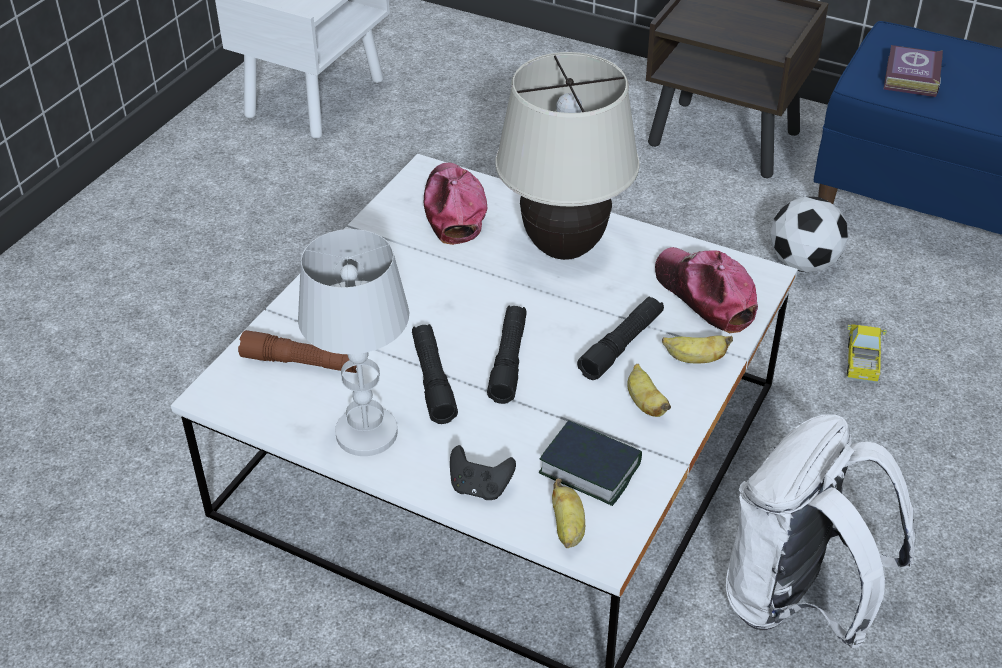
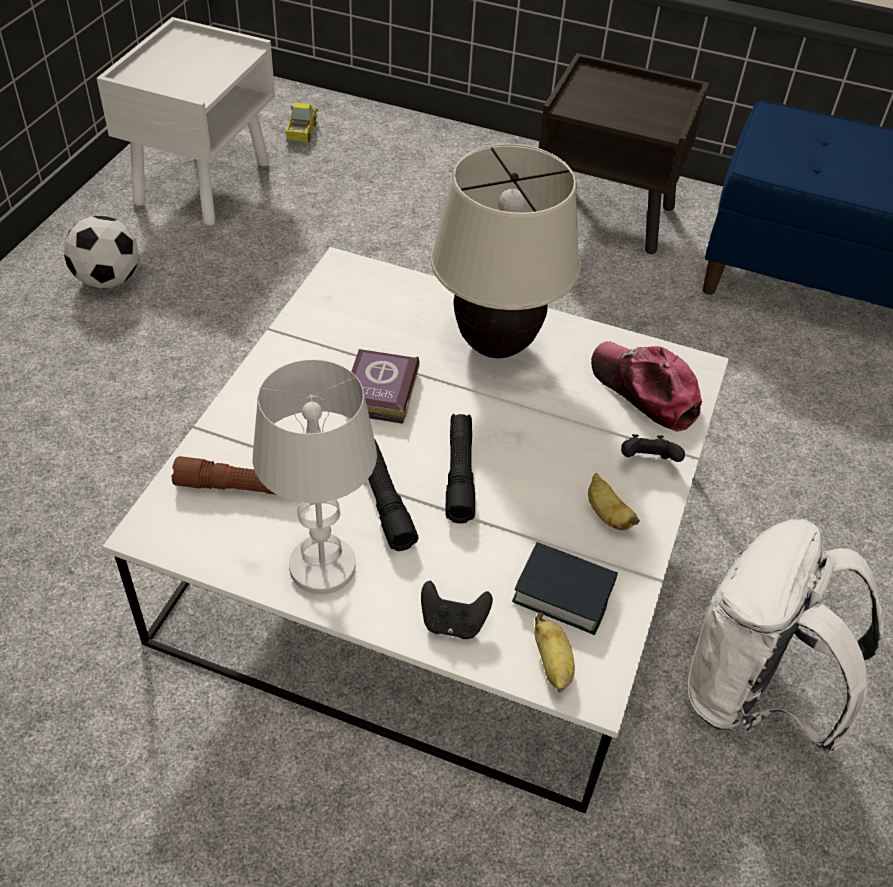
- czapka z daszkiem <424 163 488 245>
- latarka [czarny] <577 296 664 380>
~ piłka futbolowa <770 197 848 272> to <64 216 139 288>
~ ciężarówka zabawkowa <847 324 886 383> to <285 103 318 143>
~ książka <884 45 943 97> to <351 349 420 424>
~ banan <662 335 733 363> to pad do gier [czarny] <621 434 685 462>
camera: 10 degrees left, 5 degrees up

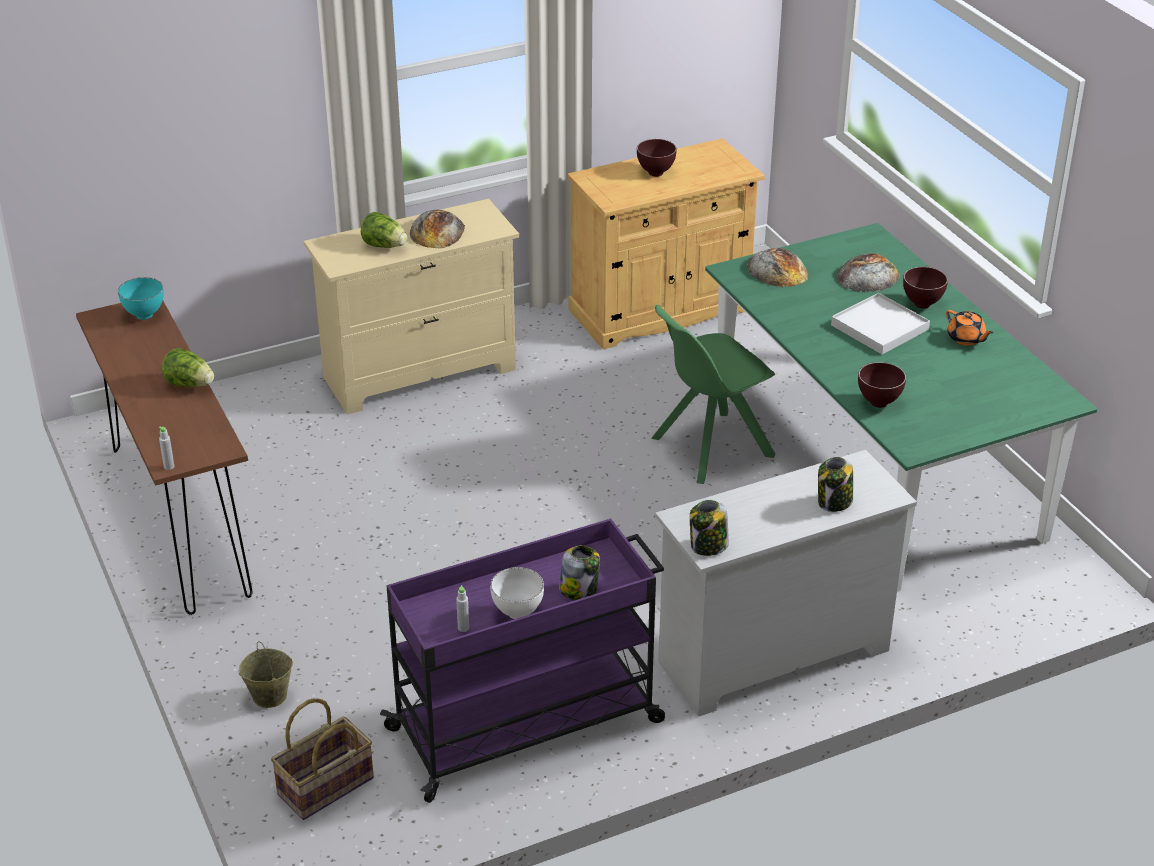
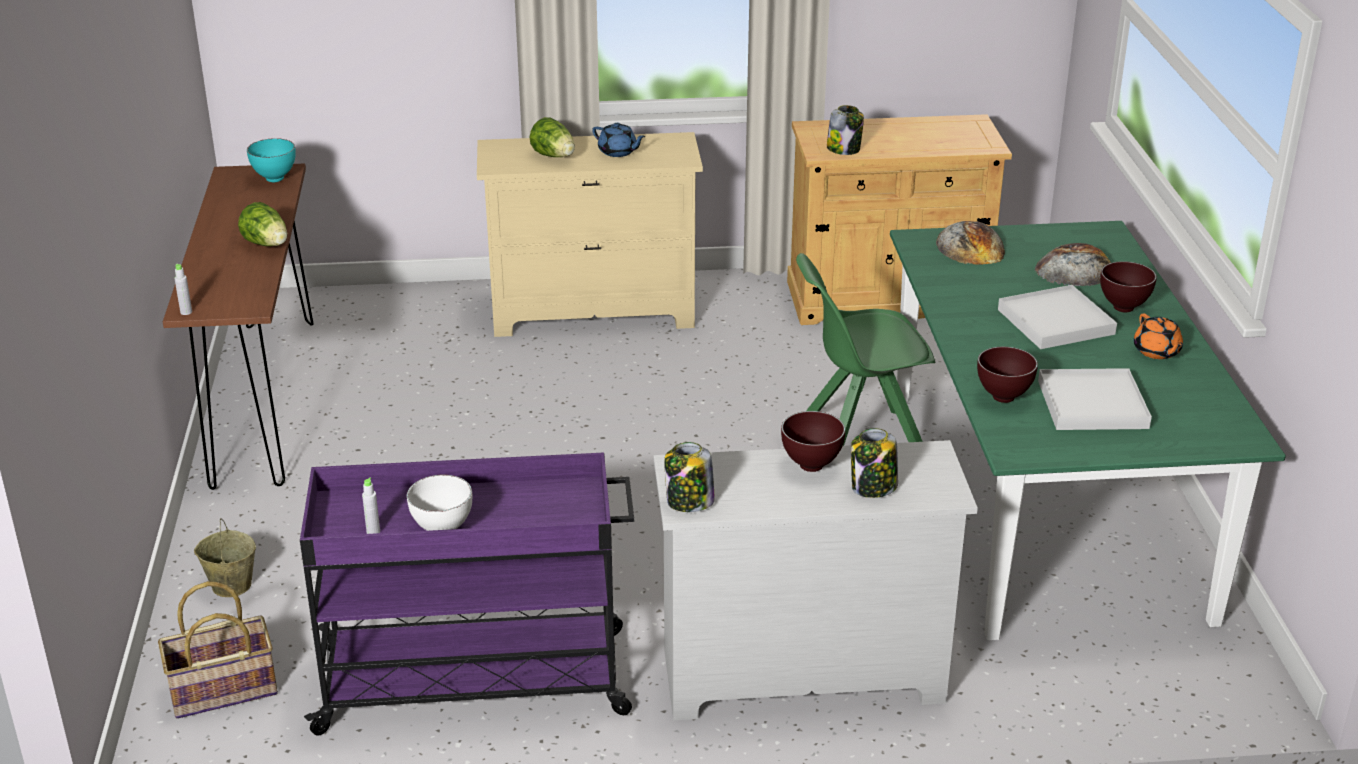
+ taca [biały] <1038 368 1152 430>
~ słoik <559 545 600 600> to <827 105 864 155>
~ miska [brązowy] <637 139 677 177> to <781 411 845 472>
~ chleb <410 210 465 248> to imbryk [niebieski] <592 123 646 157>
camera: 20 degrees right, 5 degrees down

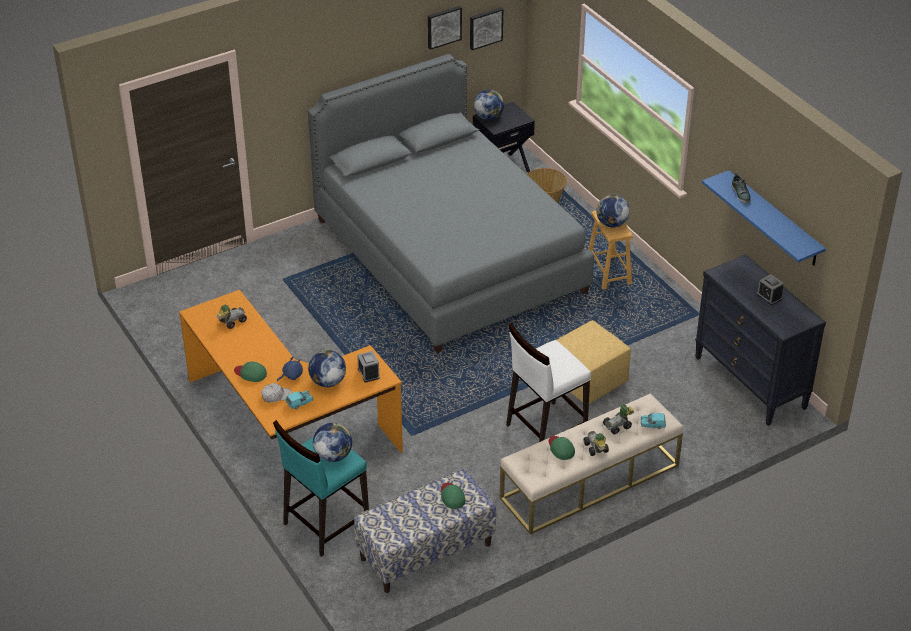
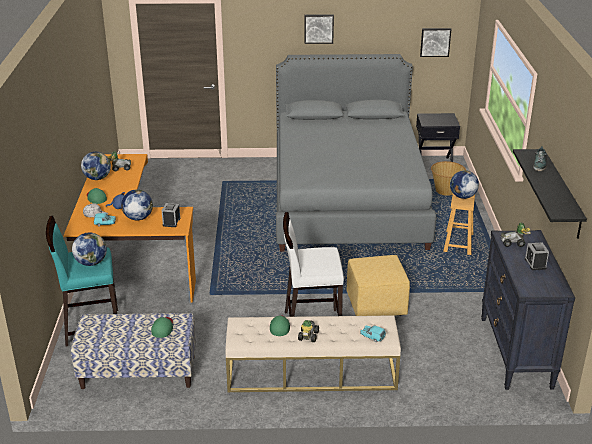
~ obraz <428 6 462 50> to <304 14 334 44>
~ globus <474 90 504 120> to <81 152 111 180>
~ samochodzik <603 404 634 434> to <501 222 531 247>
~ półka [niebieski] <702 170 826 266> to półka [czarny] <513 149 587 239>
camera: 30 degrees right, 10 degrees down

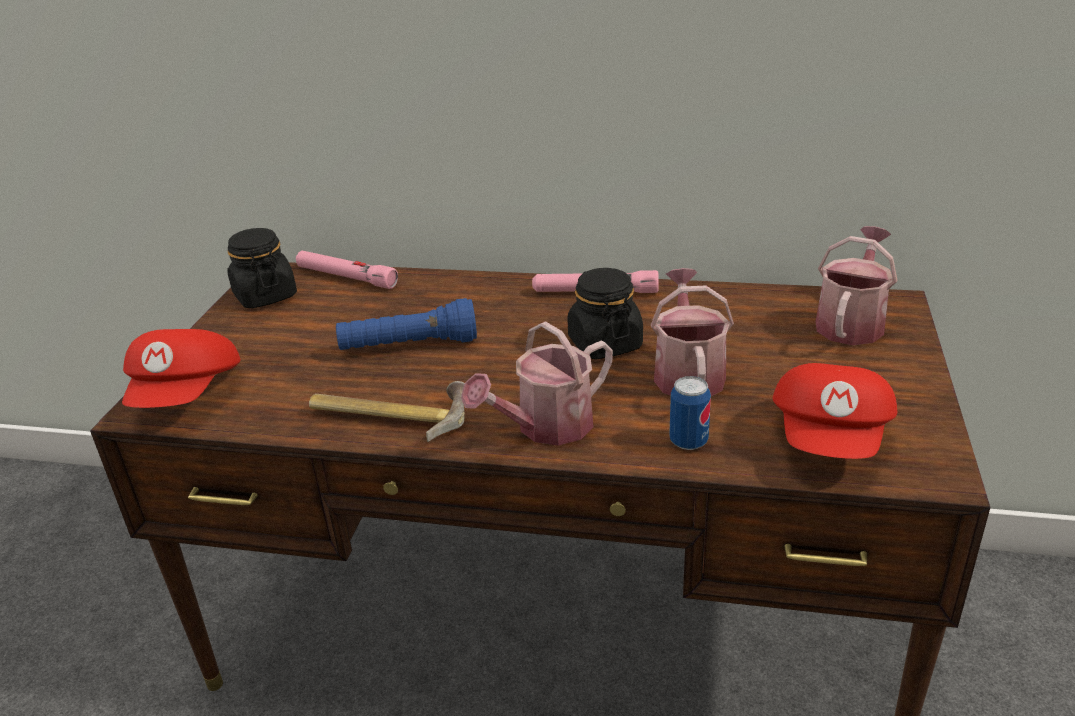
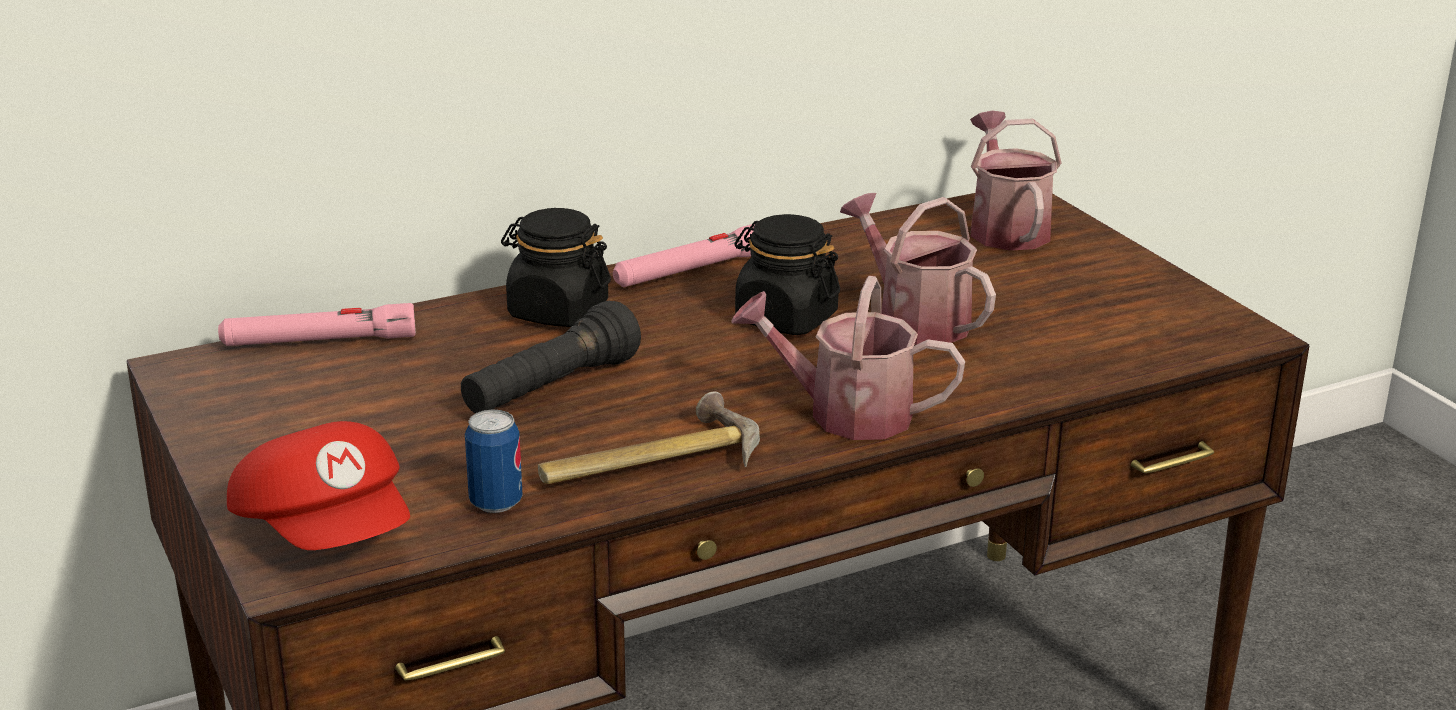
- czapka z daszkiem [czerwony] <773 363 897 459>
~ słoik [czarny] <227 228 297 308> to <501 208 611 327>
~ puszka <669 376 711 450> to <465 409 523 513>
~ latarka [niebieski] <336 298 477 350> to latarka [czarny] <461 301 641 413>
~ konewka <461 321 613 446> = <731 276 965 440> 90 degrees clockwise
camera: 40 degrees left, 5 degrees down

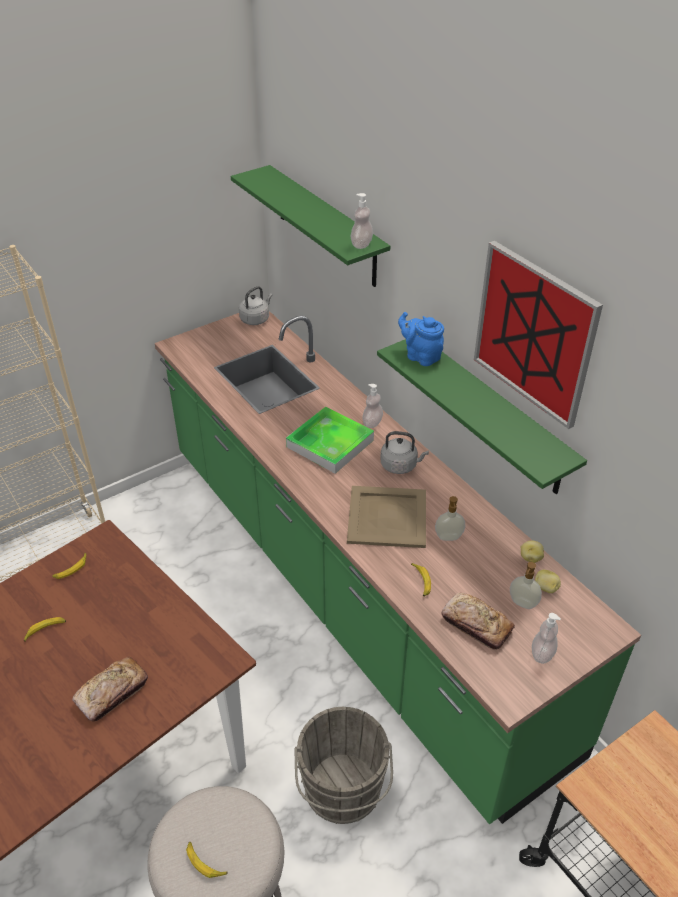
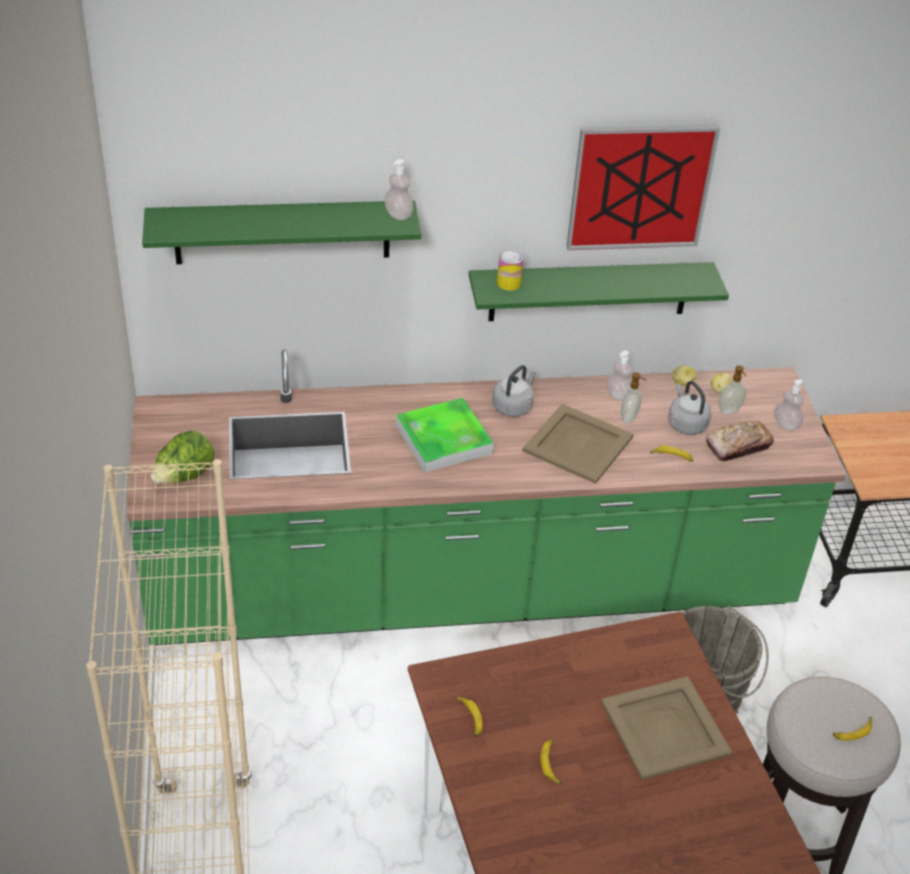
+ sałata <151 431 214 484>
~ czajnik [szary] <239 286 272 325> to <668 381 711 435>
~ dozownik mydła <362 384 383 428> to <607 350 632 401>
~ chleb <72 656 148 722> to taca [beżowy] <601 677 732 780>
~ imbryk [niebieski] <398 312 444 366> to puszka <497 250 524 291>
camera: 65 degrees left, 0 degrees up

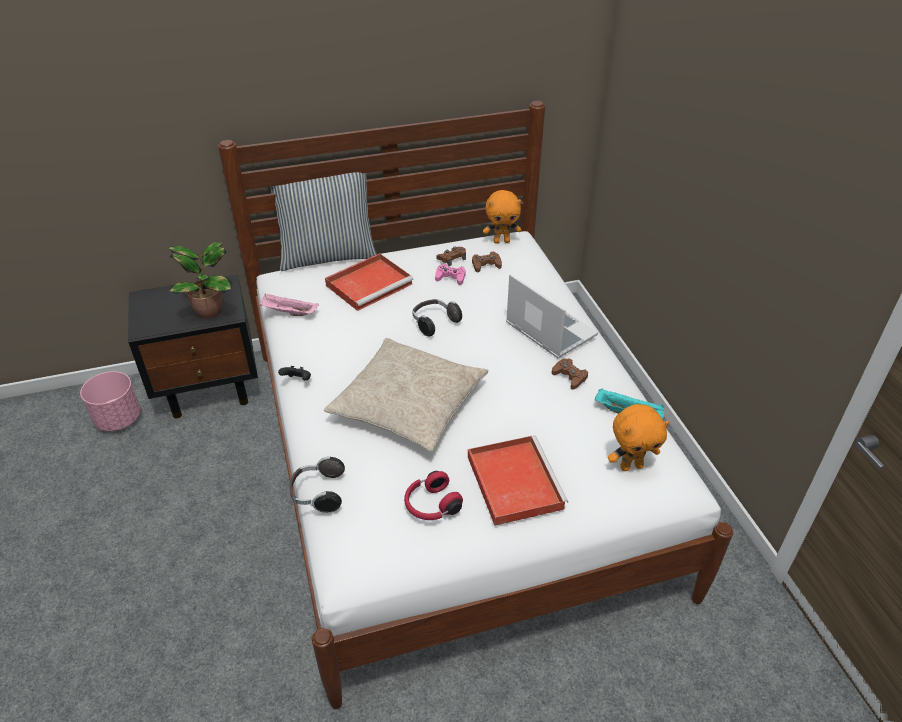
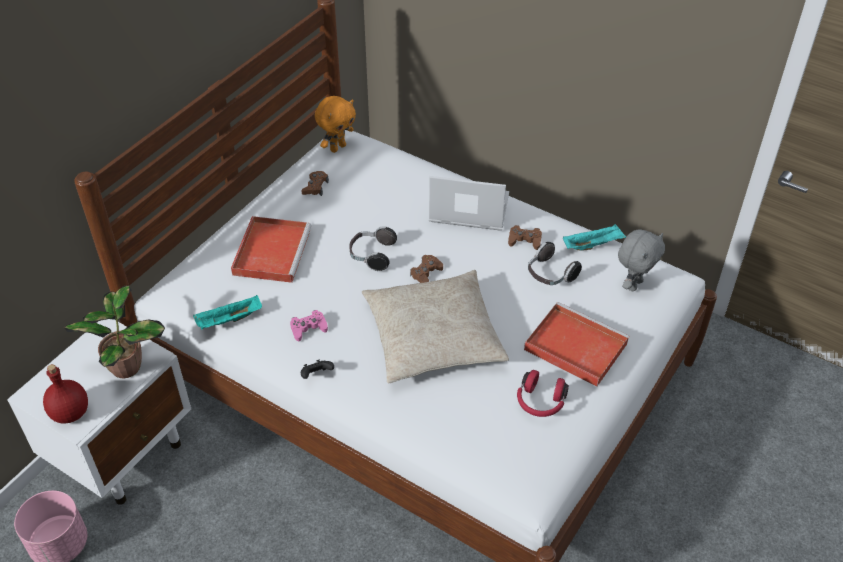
- poduszka <270 172 377 271>
+ butelka [czerwony] <43 364 88 424>
~ słuchawki <289 456 345 513> to <528 242 582 285>
~ pad do gier [różowy] <435 264 466 285> to <290 310 328 341>
~ pad do gier [brązowy] <472 252 502 272> to <410 255 443 283>
~ szafka nocna [czarny] <128 275 258 419> to szafka nocna [biały] <7 319 191 505>
~ taca [różowy] <259 294 319 316> to taca [turkusowy] <193 295 262 329>
~ pluszak [pomarańczowy] <608 404 670 471> to pluszak [szary] <618 229 665 291>
camera: 40 degrees left, 5 degrees up

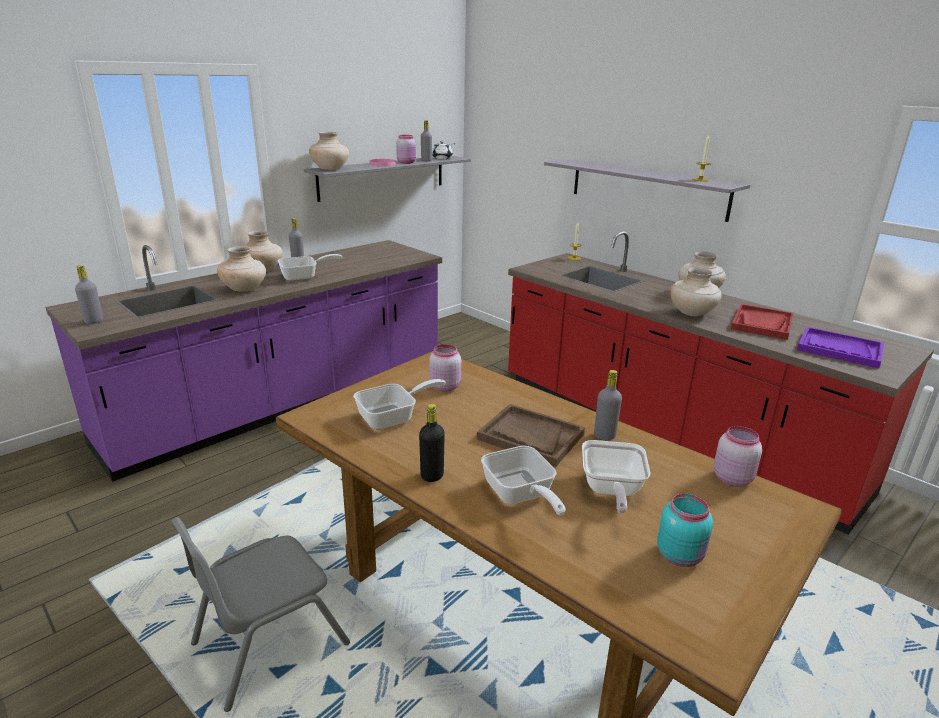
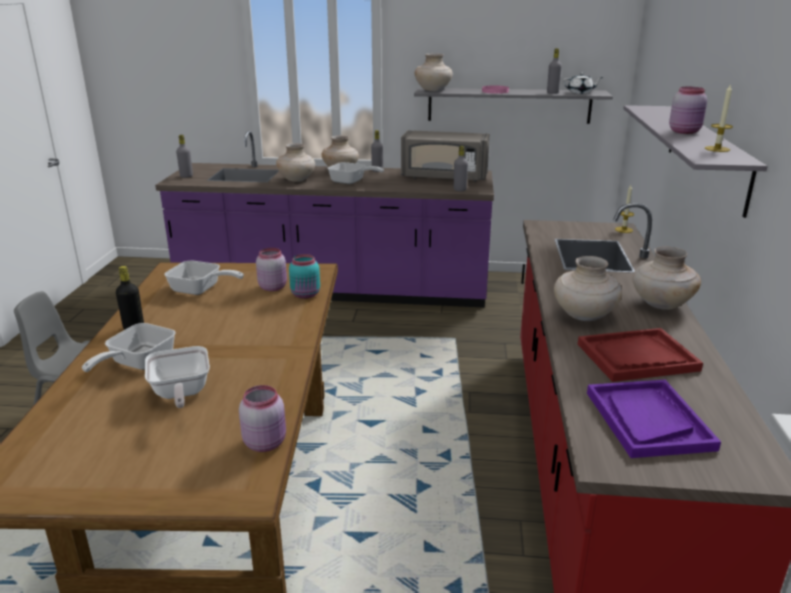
- taca [brązowy] <477 404 585 467>
+ mikrofalówka [szary] <401 130 490 182>
~ słoik [różowy] <396 135 416 164> to <669 87 707 134>
~ butelka [szary] <594 370 622 440> to <454 146 468 191>
~ słoik [turkusowy] <657 494 713 567> to <289 254 320 299>
~ patelnia <582 440 650 514> = <145 346 210 408> 75 degrees counterclockwise
camera: 50 degrees right, 0 degrees up

